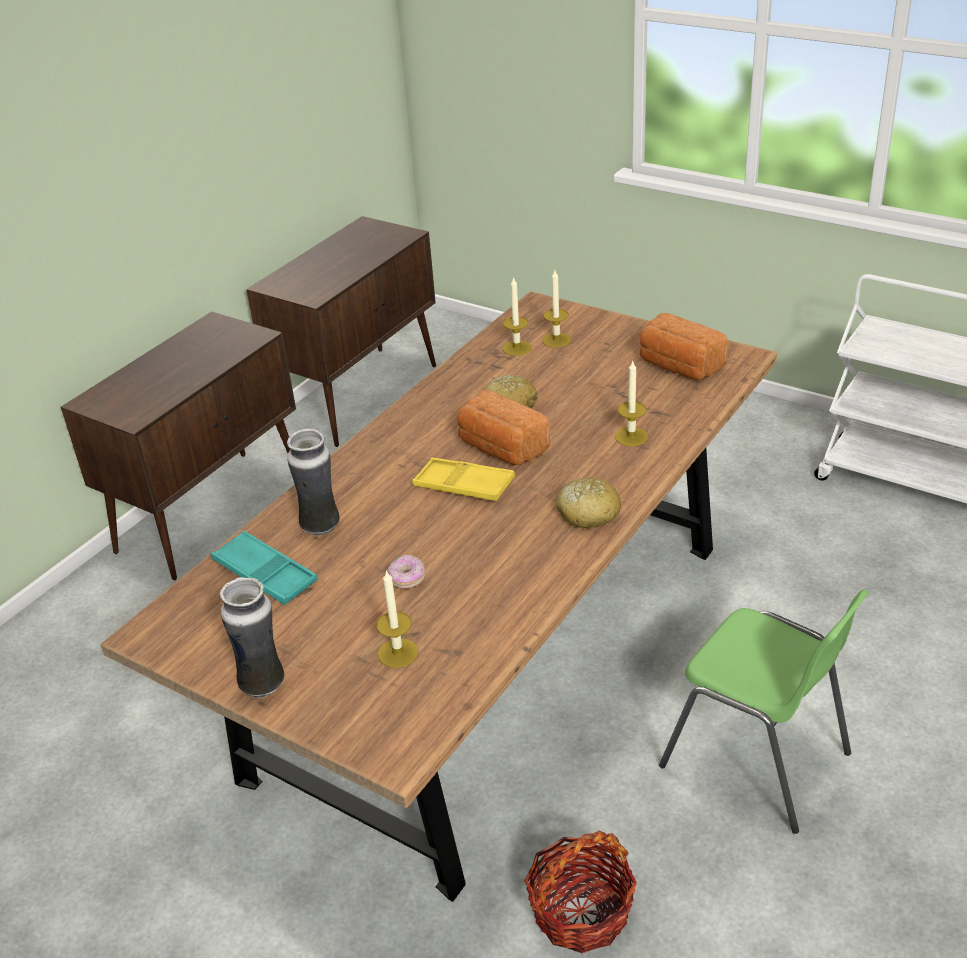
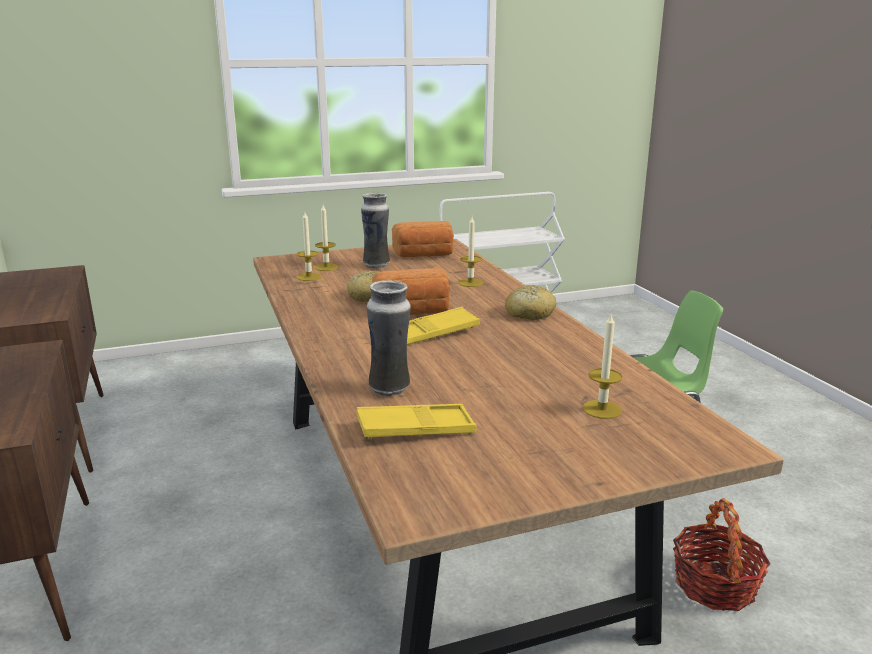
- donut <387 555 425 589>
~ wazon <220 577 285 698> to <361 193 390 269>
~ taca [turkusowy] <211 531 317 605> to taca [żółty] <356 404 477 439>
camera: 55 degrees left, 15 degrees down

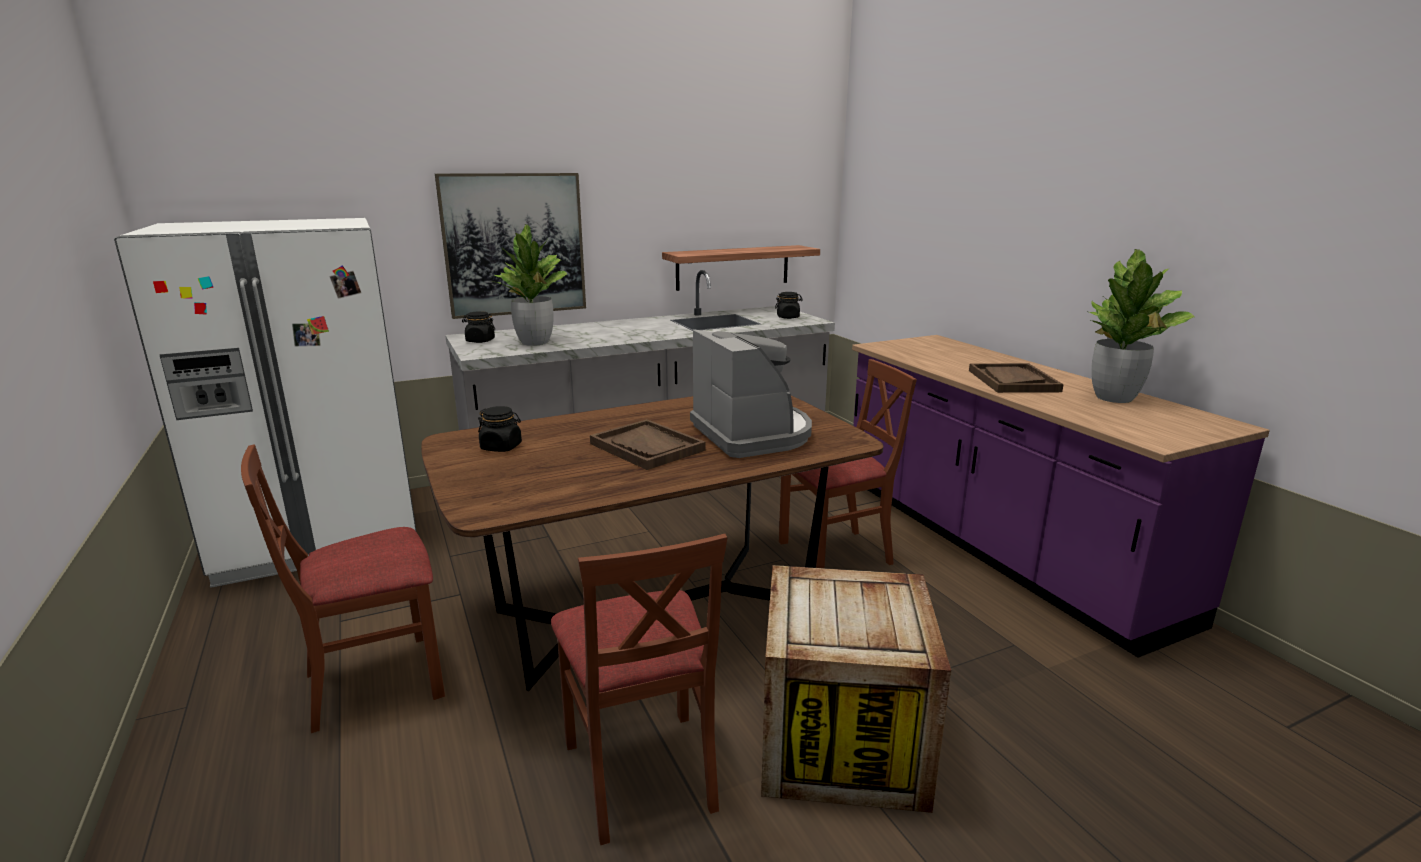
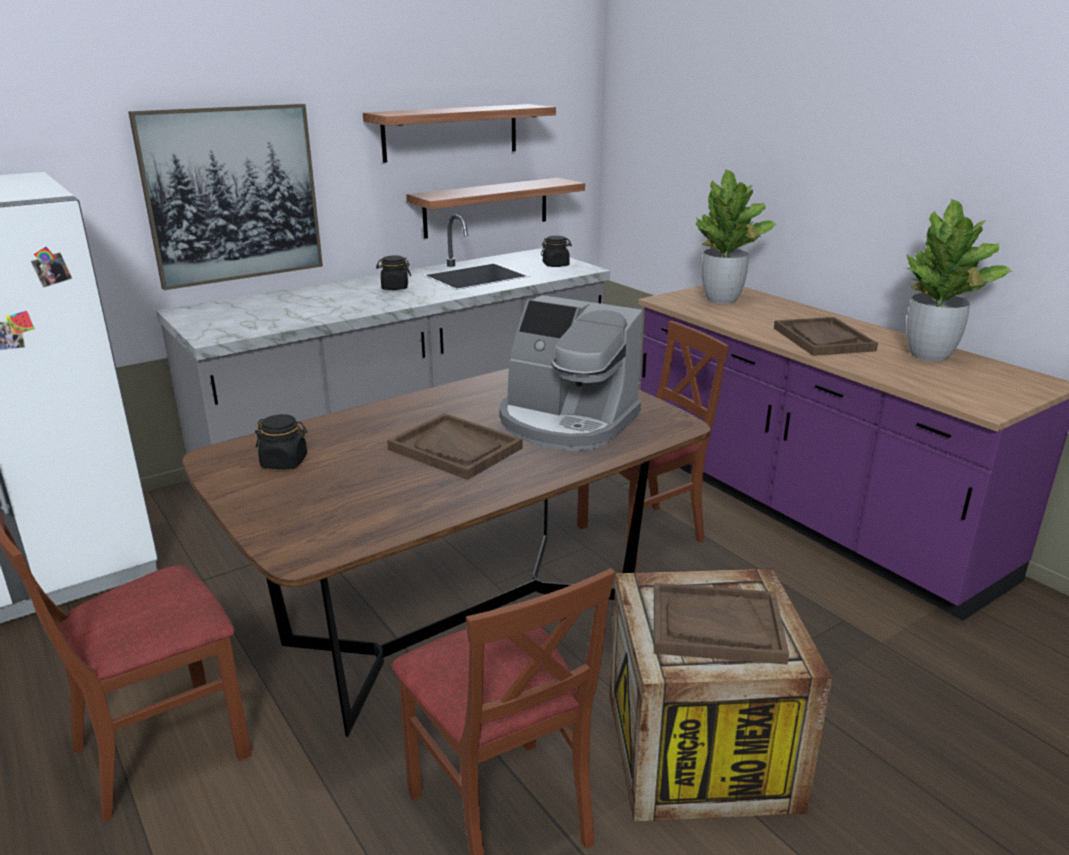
+ półka <363 104 556 163>
+ taca [brązowy] <654 583 789 665>
~ słoik [czarny] <462 311 495 343> to <376 256 411 290>
~ roślina doniczkowa <493 224 568 346> to <696 169 777 304>
~ ekspres do kawy <690 329 812 458> = <499 295 643 451> 150 degrees clockwise
camera: 10 degrees left, 5 degrees up

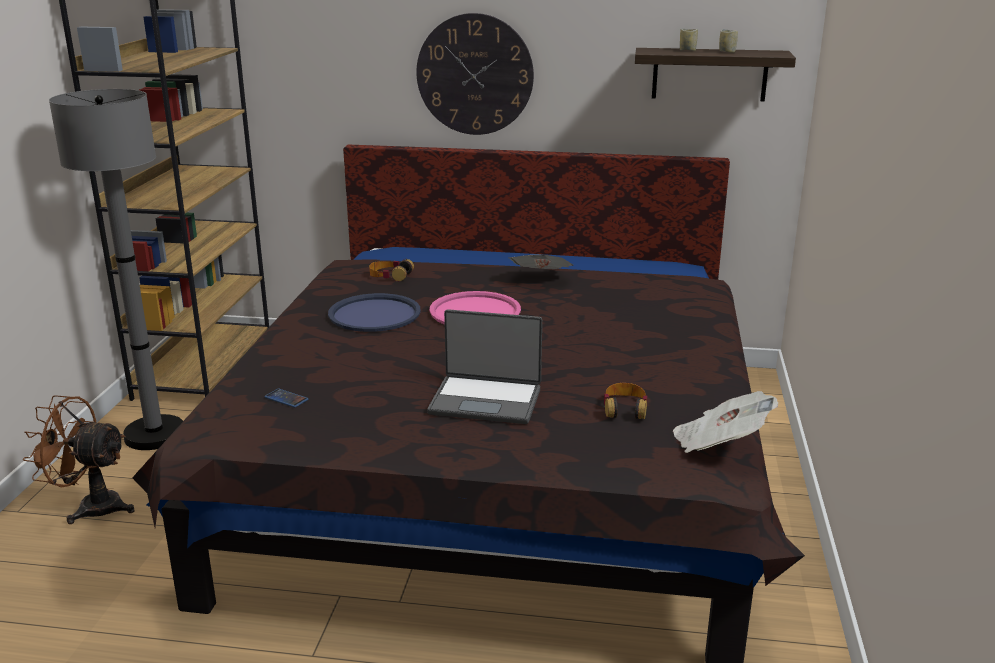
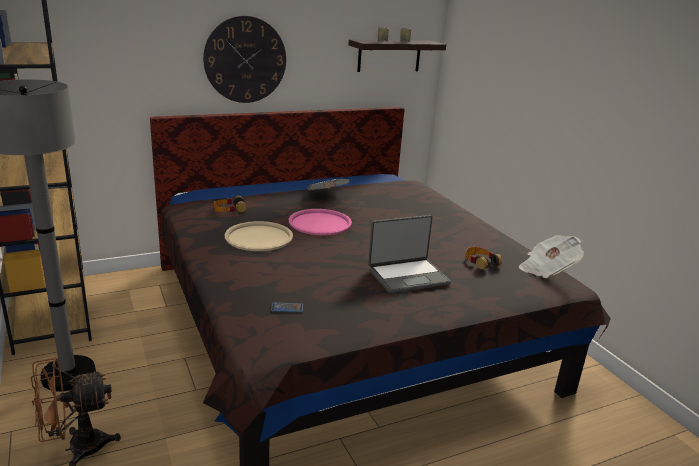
~ taca [niebieski] <328 293 421 332> to taca [beżowy] <225 221 293 251>
camera: 35 degrees left, 0 degrees up

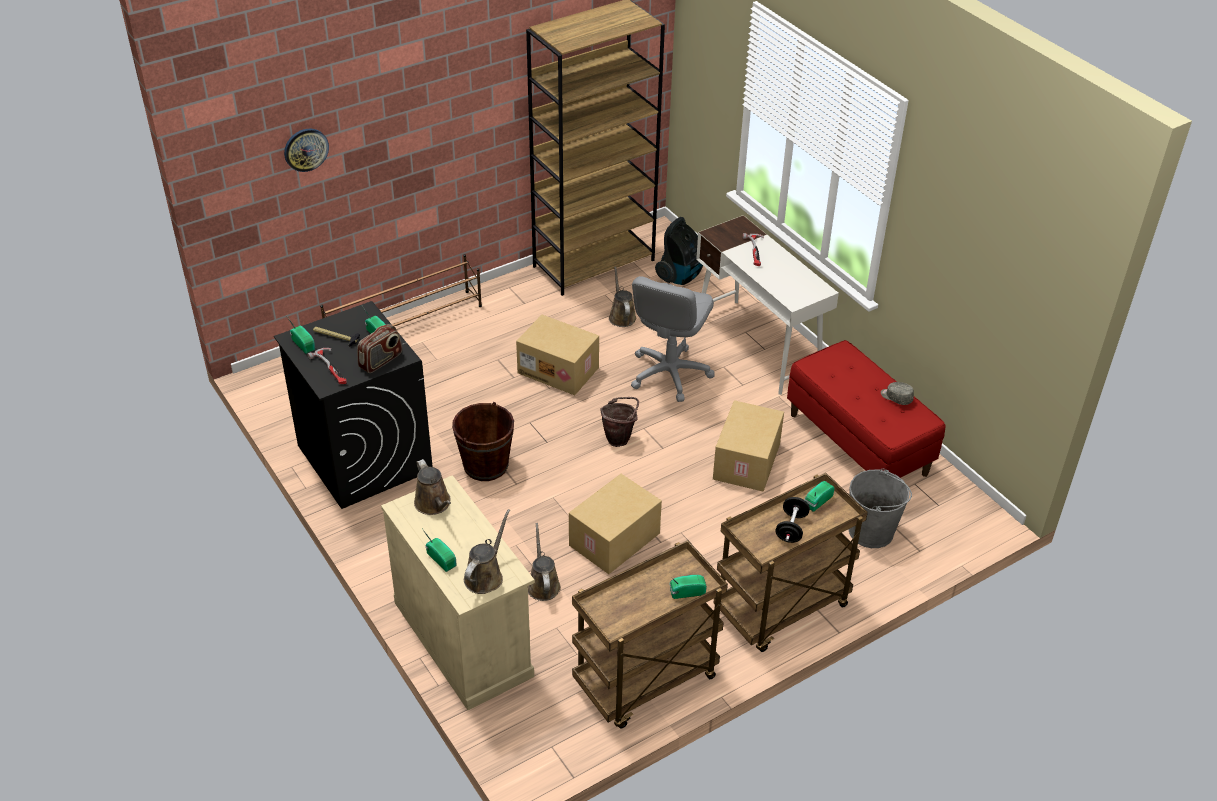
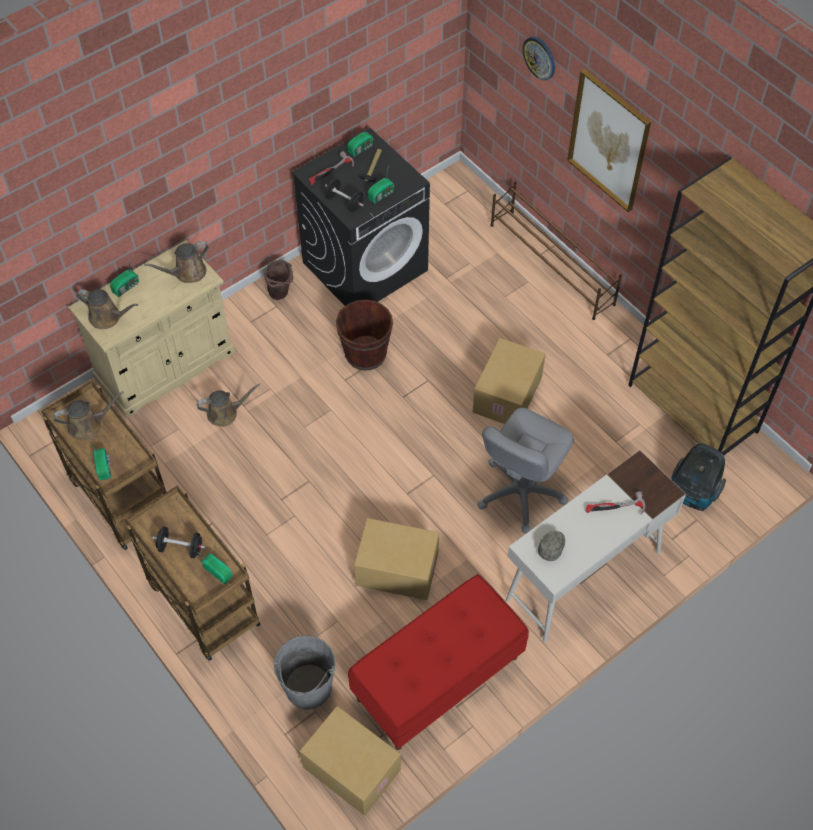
+ obraz <567 69 651 212>
~ karton <569 474 662 574> to <300 706 401 816>
~ wiadro [brązowy] <600 397 639 447> to <264 260 293 300>
~ konewka [brązowy] <609 267 636 327> to <53 391 124 440>
~ czapka z daszkiem [szary] <881 382 914 405> to <538 531 565 561>
~ radio <357 324 402 373> to hantel [czarny] <325 178 364 212>
~ krzesło biurowe [szary] <631 276 715 402> = <477 408 574 533> 75 degrees counterclockwise
camera: 85 degrees right, 15 degrees up

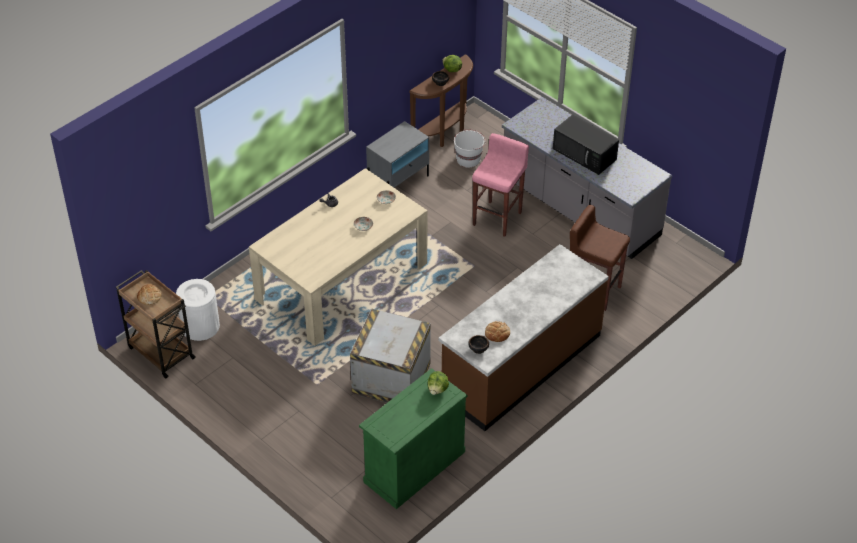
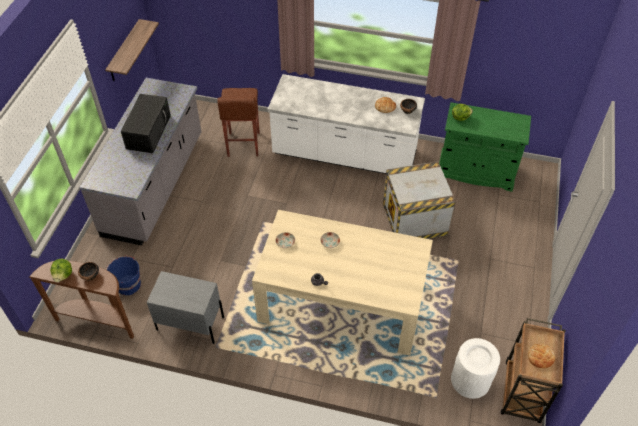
- stołek [różowy] <472 133 529 237>
+ półka <105 19 159 81>
~ zabudowa kuchenna [brązowy] <438 244 609 431> to zabudowa kuchenna [biały] <268 74 425 174>
~ wiadro [biały] <454 129 486 167> to wiadro [niebieski] <106 256 141 295>
camera: 120 degrees left, 5 degrees up

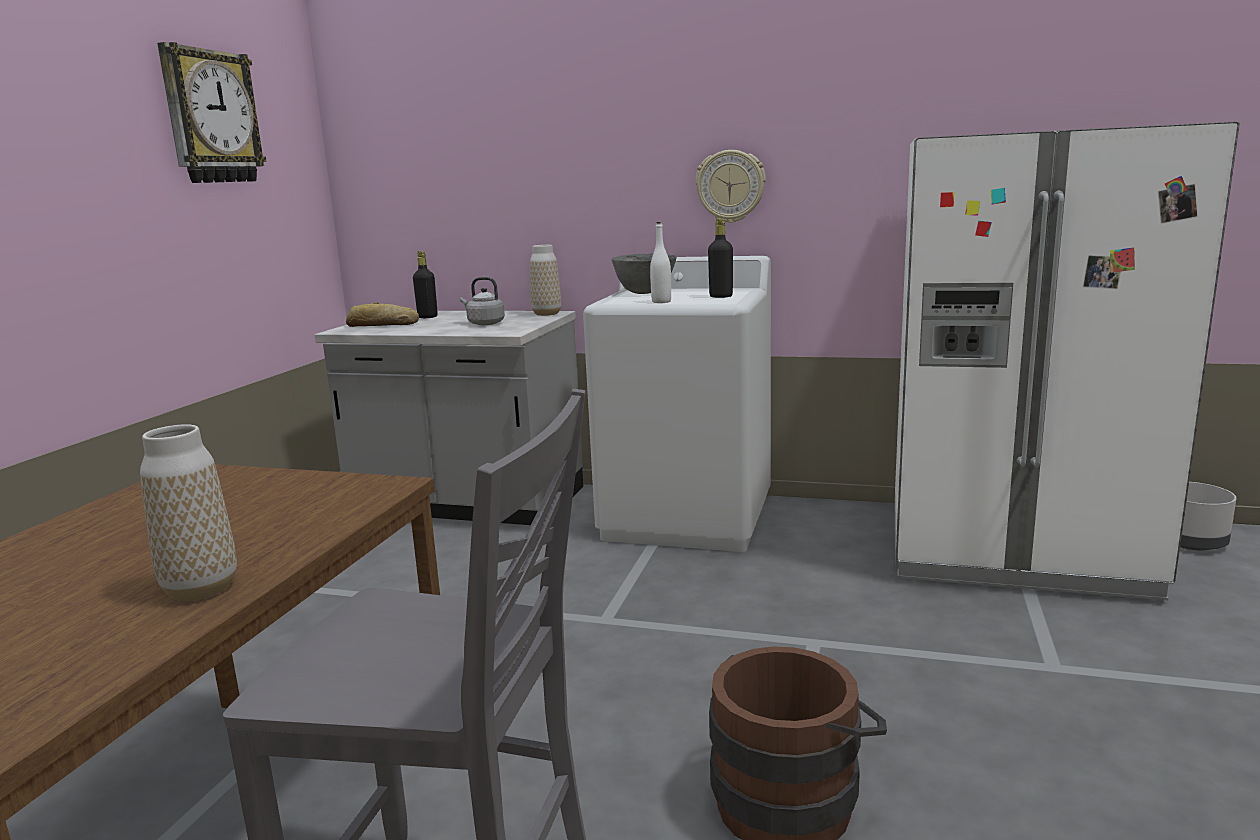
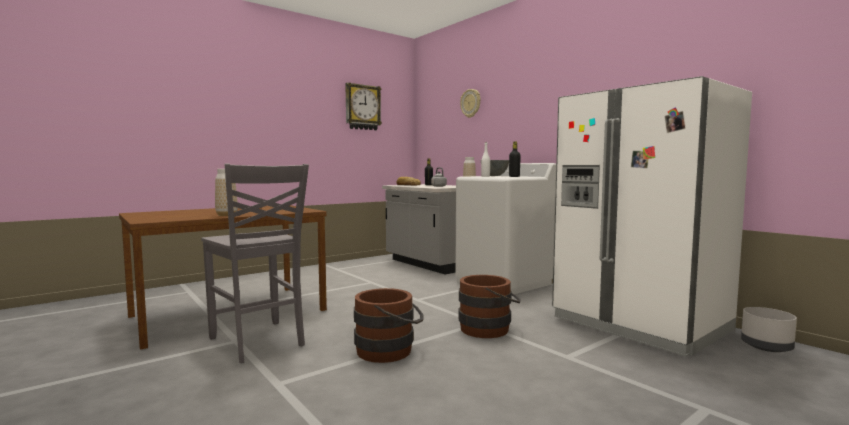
+ wiadro [brązowy] <458 275 521 338>
~ zegar ścienny <695 150 766 223> to <460 89 481 118>
camera: 35 degrees right, 10 degrees down

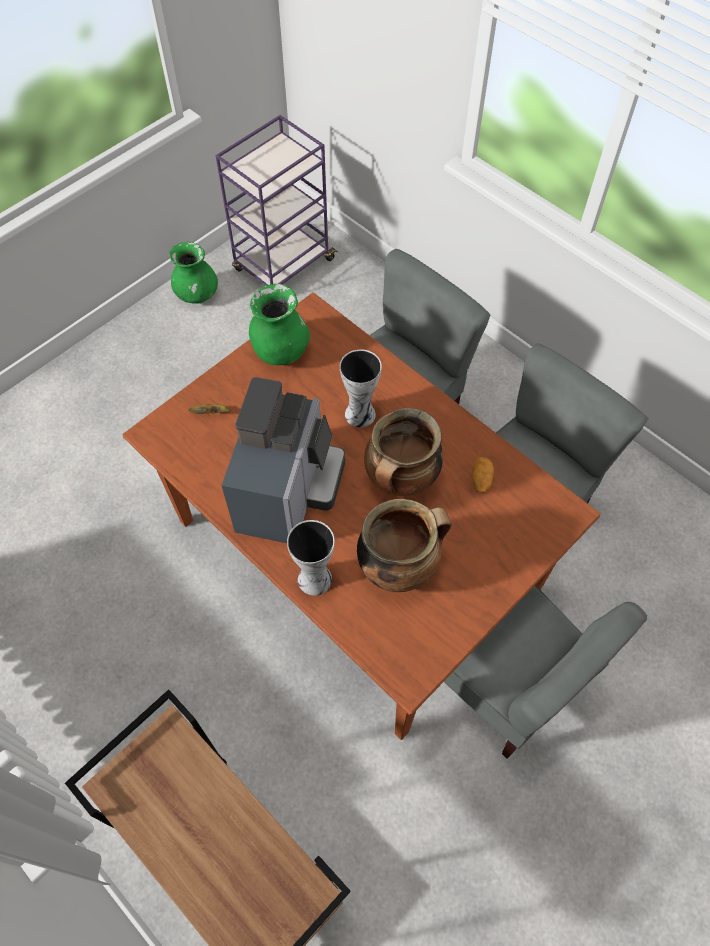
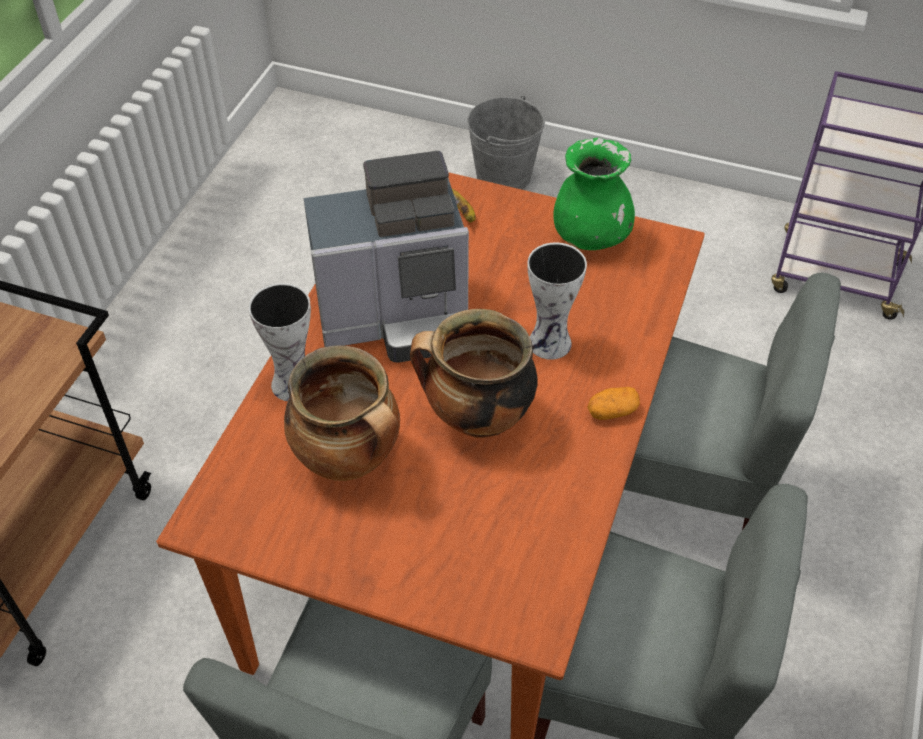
- wazon [zielony] <169 242 218 304>
+ wiadro [szary] <467 96 545 190>
~ ziemniak <472 457 494 492> to <587 387 640 420>
camera: 65 degrees right, 10 degrees down

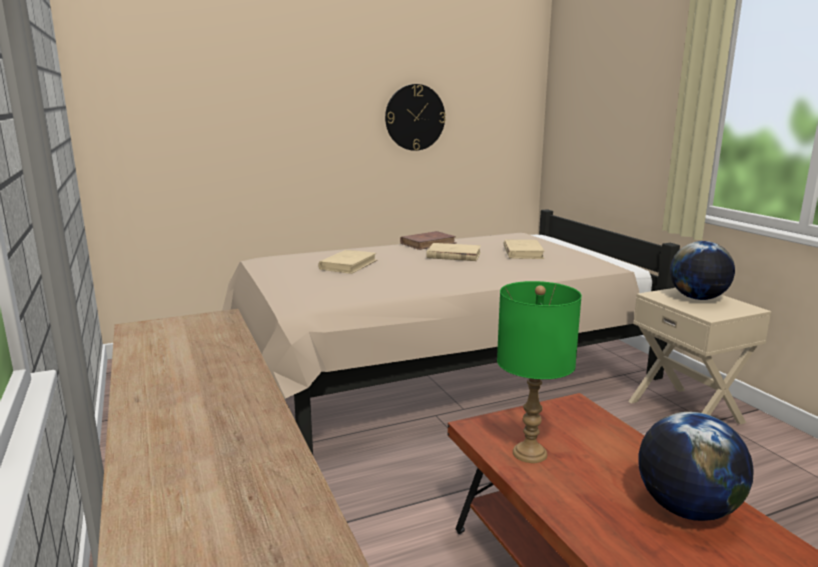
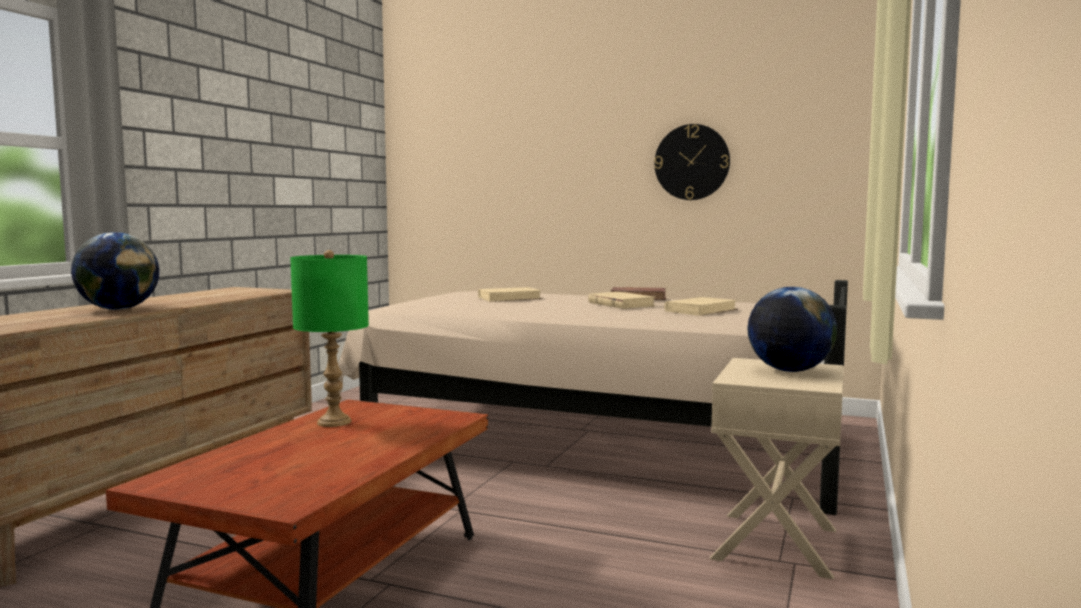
~ globus <638 412 753 521> to <71 232 159 310>
camera: 45 degrees right, 10 degrees down

